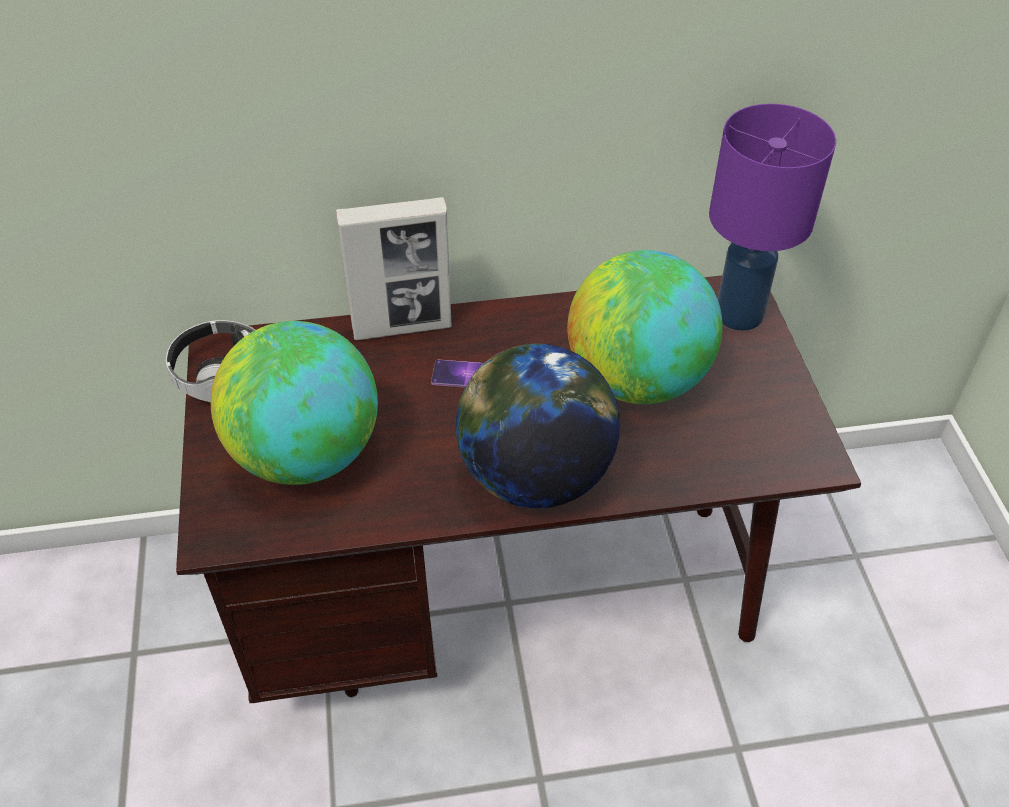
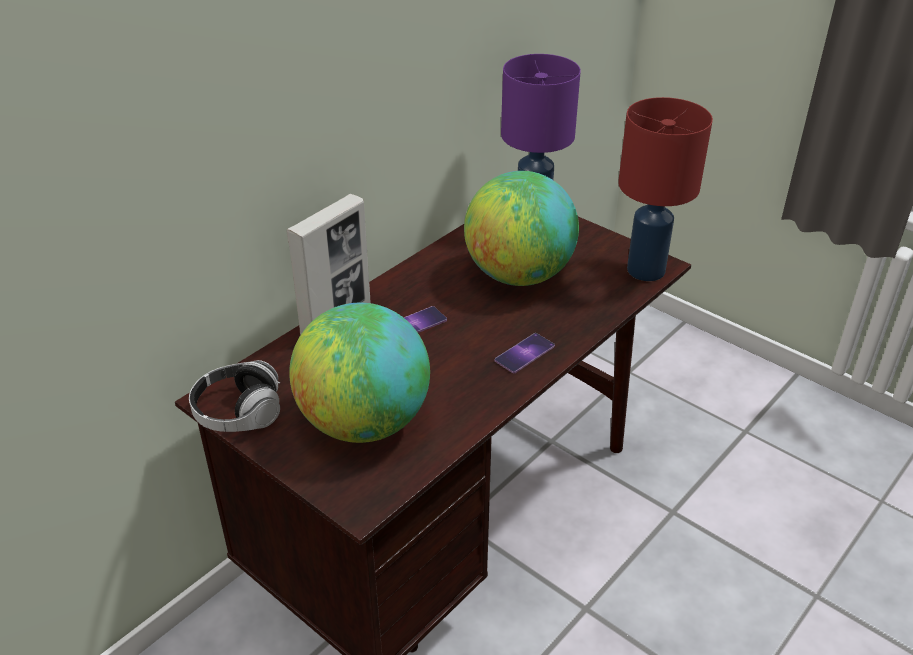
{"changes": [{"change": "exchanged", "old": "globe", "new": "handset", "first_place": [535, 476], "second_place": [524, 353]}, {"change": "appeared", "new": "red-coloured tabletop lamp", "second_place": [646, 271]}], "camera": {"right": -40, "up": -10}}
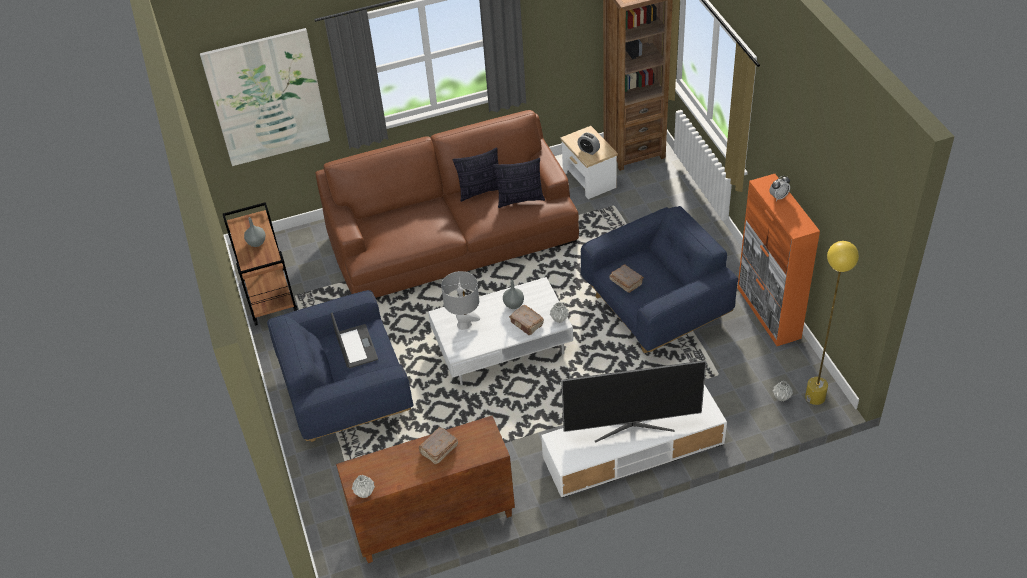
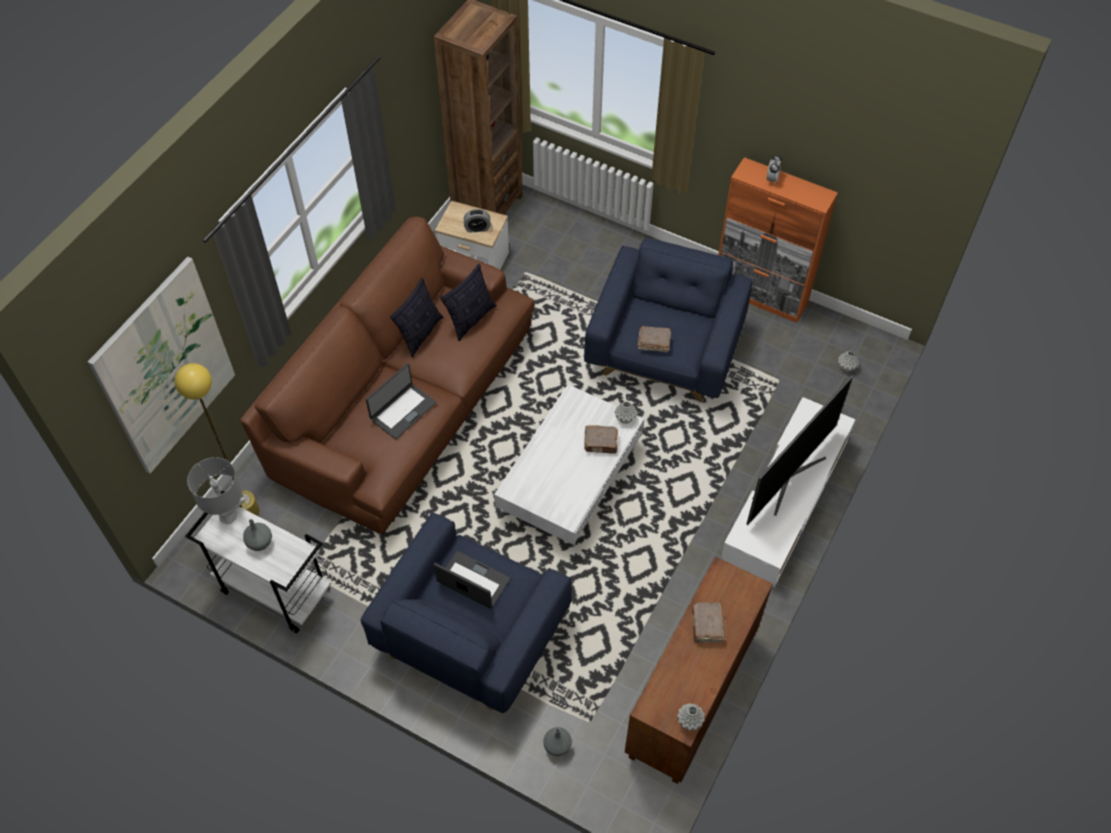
{"changes": [{"change": "colour", "old": "brown-coloured cart", "new": "whitish cart", "first_place": [269, 296], "second_place": [274, 590]}, {"change": "relocated", "old": "greyish tabletop lamp", "first_place": [464, 324], "second_place": [228, 516]}, {"change": "relocated", "old": "greyish decorative vase", "first_place": [514, 304], "second_place": [558, 746]}, {"change": "relocated", "old": "yellow floor lamp", "first_place": [815, 397], "second_place": [248, 511]}, {"change": "appeared", "new": "notebook computer", "second_place": [402, 411]}], "camera": {"right": -45, "up": 10}}
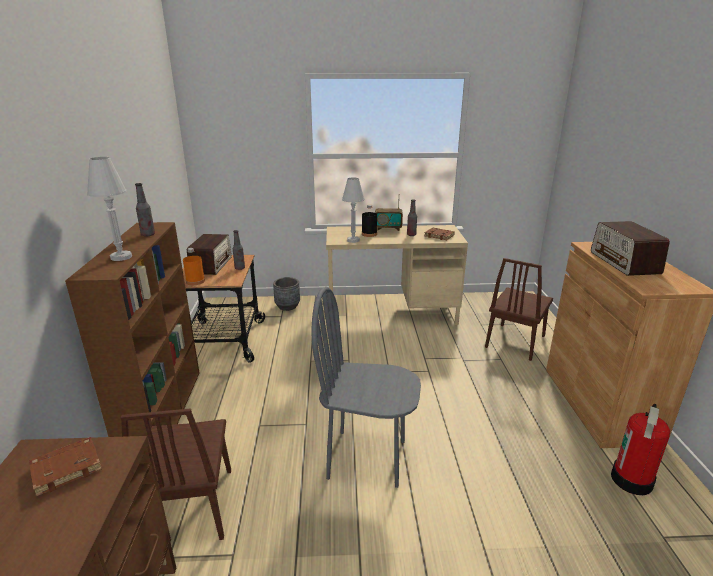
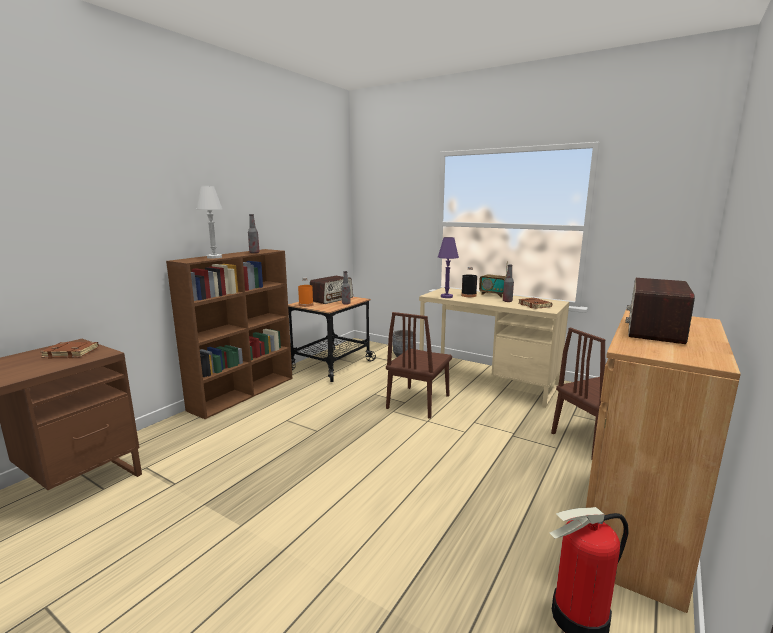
{"changes": [{"change": "relocated", "old": "brown-coloured upright chair", "first_place": [191, 506], "second_place": [418, 401]}, {"change": "missing", "old": "greyish upright chair", "first_place": [367, 458]}, {"change": "colour", "old": "whitish tabletop lamp", "new": "purplish tabletop lamp", "first_place": [353, 240], "second_place": [446, 297]}], "camera": {"right": 35, "up": -10}}
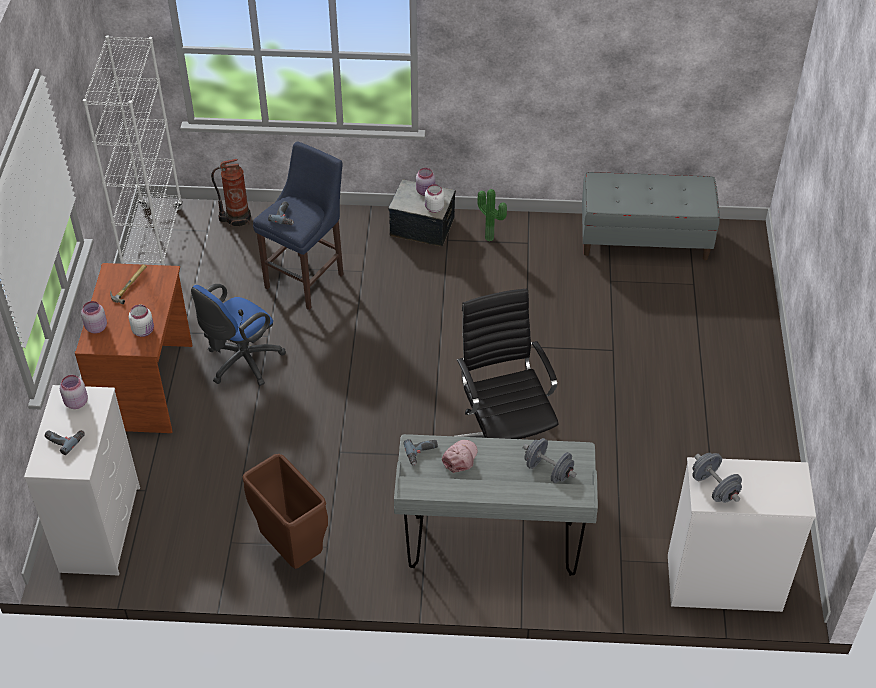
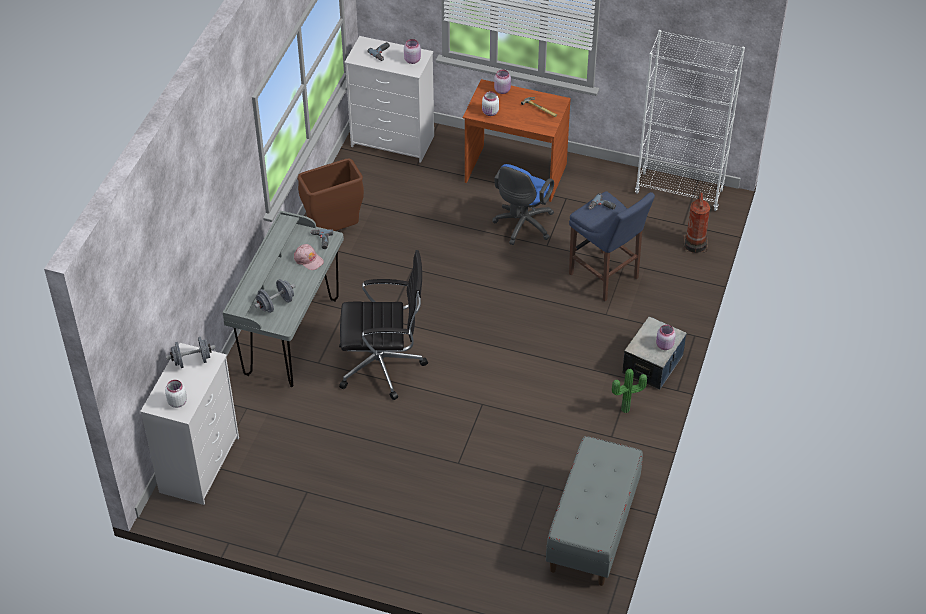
{"changes": [{"change": "spun", "old": "blue office chair", "first_place": [241, 363], "second_place": [522, 226], "degrees": -120}, {"change": "relocated", "old": "whitish storage jar", "first_place": [434, 208], "second_place": [177, 401]}], "camera": {"right": 105, "up": 0}}
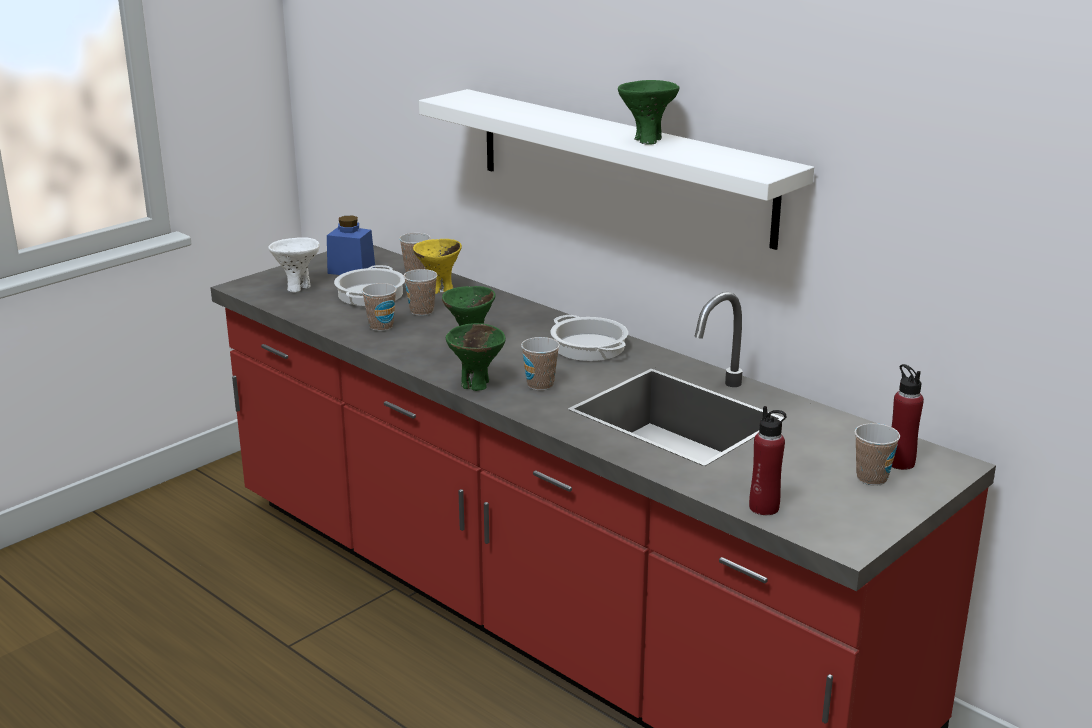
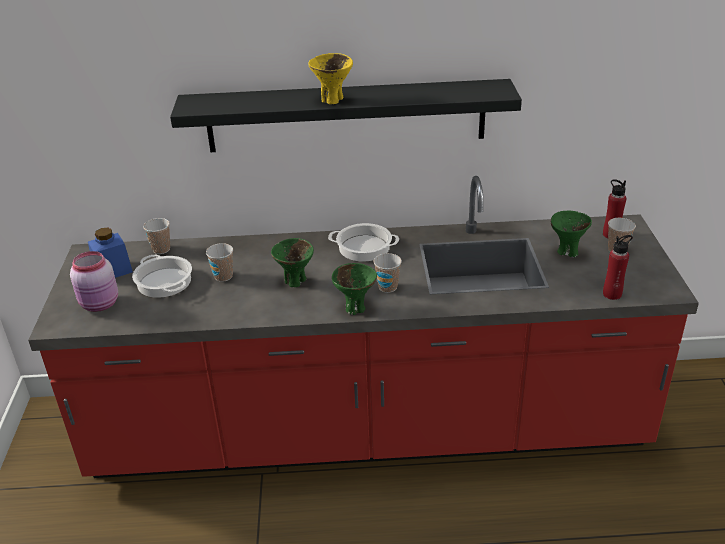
{"changes": [{"change": "exchanged", "old": "whitish serving bowl", "new": "pink-coloured storage jar", "first_place": [297, 287], "second_place": [100, 304]}, {"change": "missing", "old": "cup", "first_place": [381, 326]}, {"change": "relocated", "old": "yellow serving bowl", "first_place": [439, 289], "second_place": [332, 100]}, {"change": "colour", "old": "whitish shelf", "new": "blackish shelf", "first_place": [621, 165], "second_place": [346, 116]}, {"change": "relocated", "old": "green serving bowl", "first_place": [647, 140], "second_place": [567, 252]}], "camera": {"right": -45, "up": 10}}
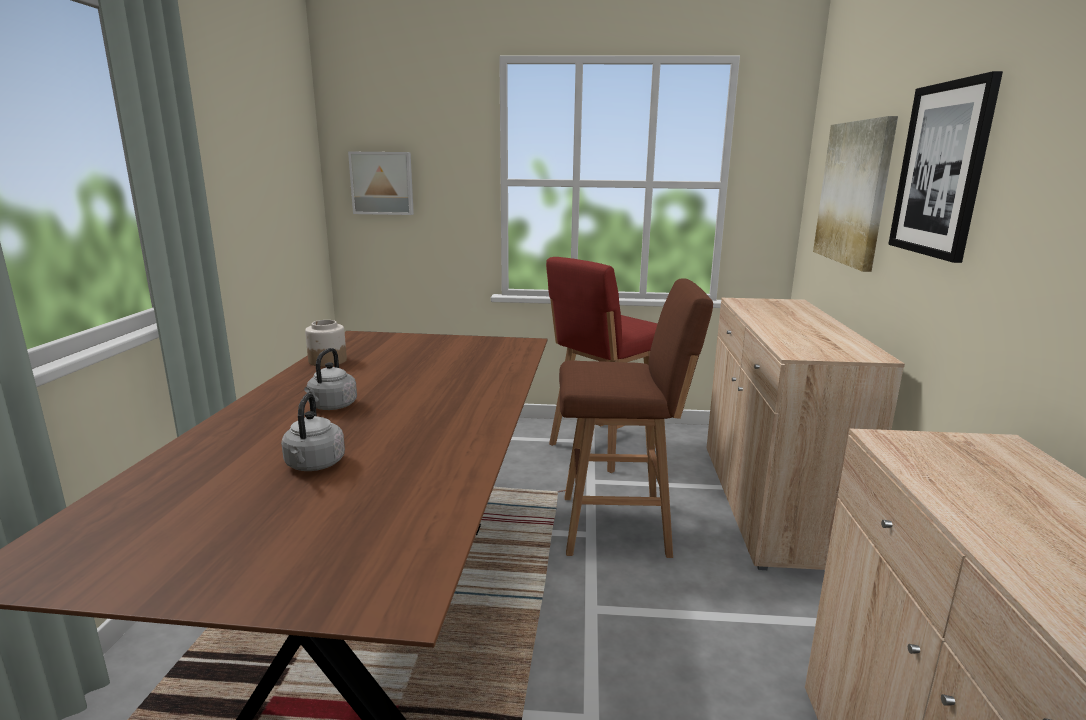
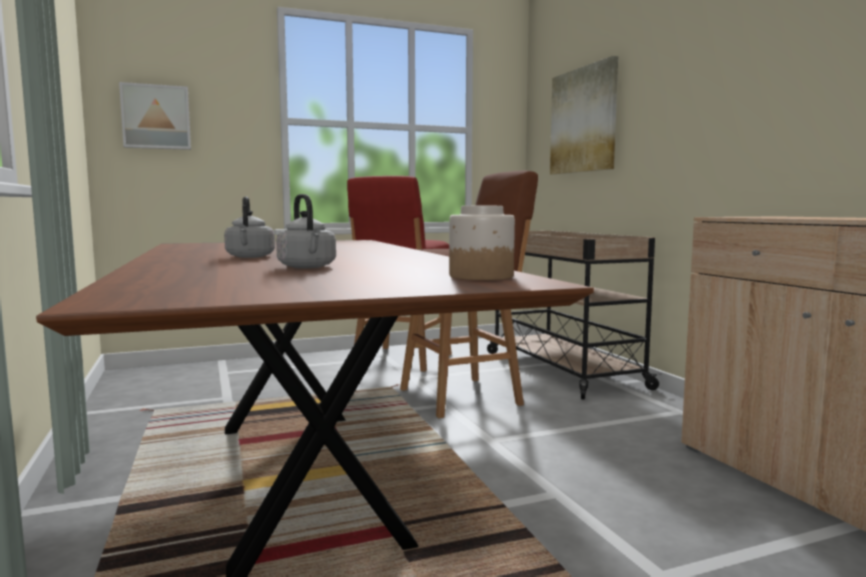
{"changes": [{"change": "relocated", "old": "storage jar", "first_place": [327, 361], "second_place": [480, 276]}, {"change": "exchanged", "old": "sand-coloured cupboard", "new": "sand-coloured cart", "first_place": [770, 503], "second_place": [561, 369]}, {"change": "missing", "old": "wall art", "first_place": [941, 170]}], "camera": {"right": -25, "up": -10}}
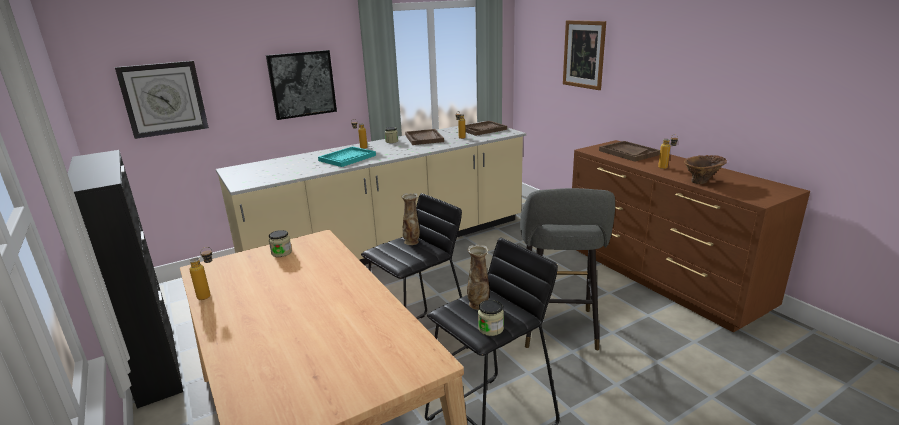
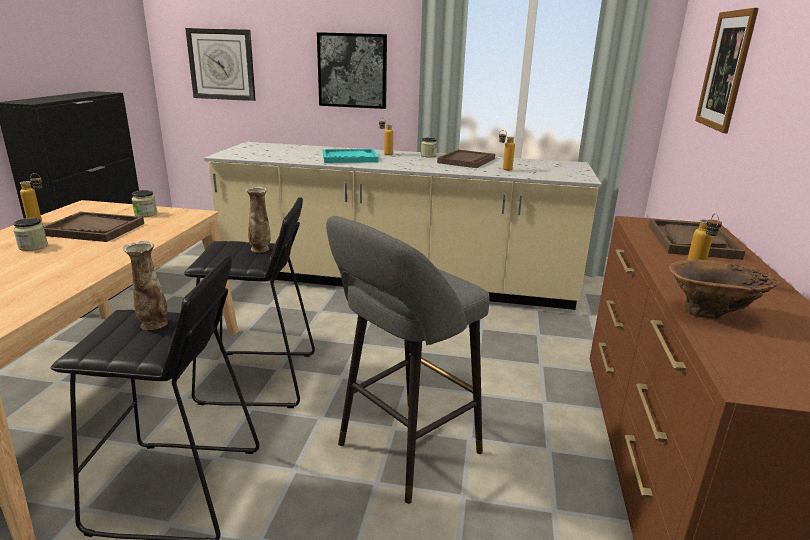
{"changes": [{"change": "relocated", "old": "brown-coloured tray", "first_place": [482, 129], "second_place": [94, 229]}, {"change": "relocated", "old": "storage jar", "first_place": [490, 328], "second_place": [33, 246]}], "camera": {"right": 40, "up": 0}}
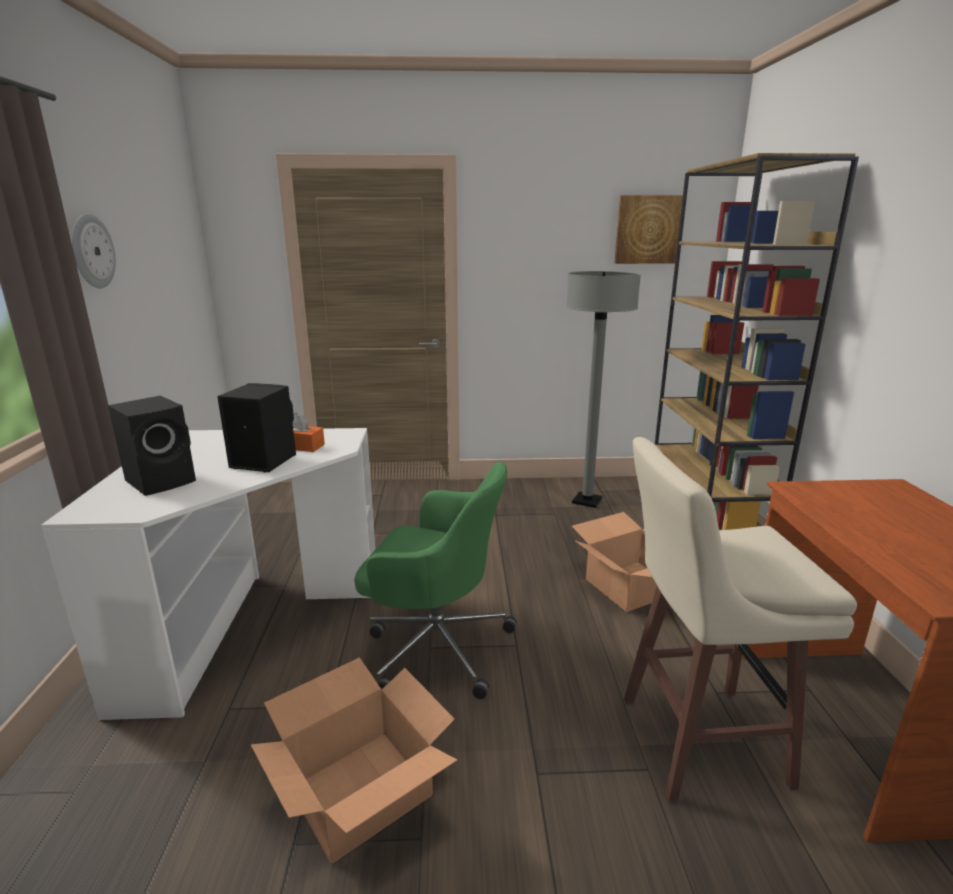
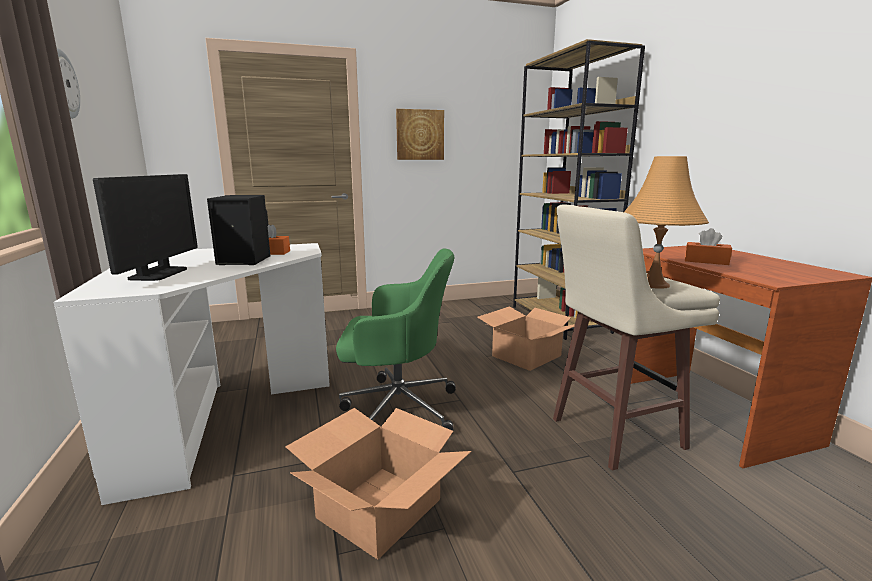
{"changes": [{"change": "exchanged", "old": "blackish loudspeaker", "new": "monitor", "first_place": [163, 481], "second_place": [158, 274]}, {"change": "missing", "old": "greyish floor lamp", "first_place": [587, 501]}, {"change": "relocated", "old": "wall art", "first_place": [648, 230], "second_place": [420, 135]}, {"change": "appeared", "new": "orange-coloured tabletop lamp", "second_place": [653, 284]}, {"change": "appeared", "new": "orange-coloured tissue box", "second_place": [706, 261]}], "camera": {"right": -15, "up": -5}}
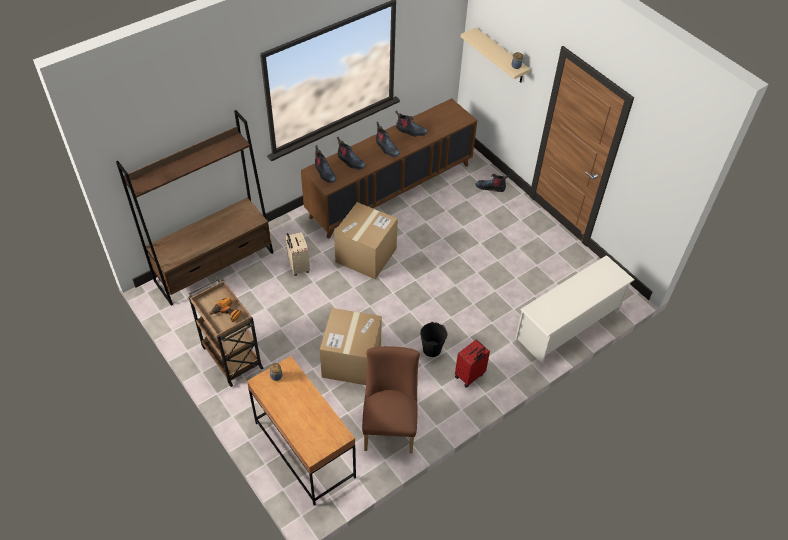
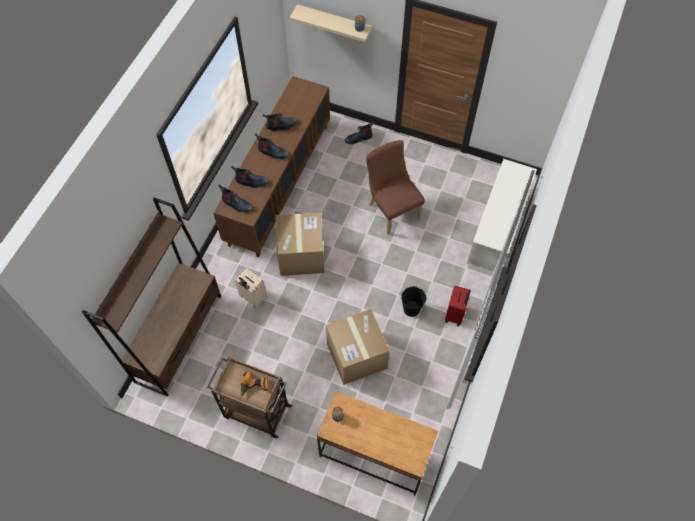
{"changes": [{"change": "relocated", "old": "brown-coloured upright chair", "first_place": [390, 424], "second_place": [392, 209]}], "camera": {"right": -30, "up": 10}}
